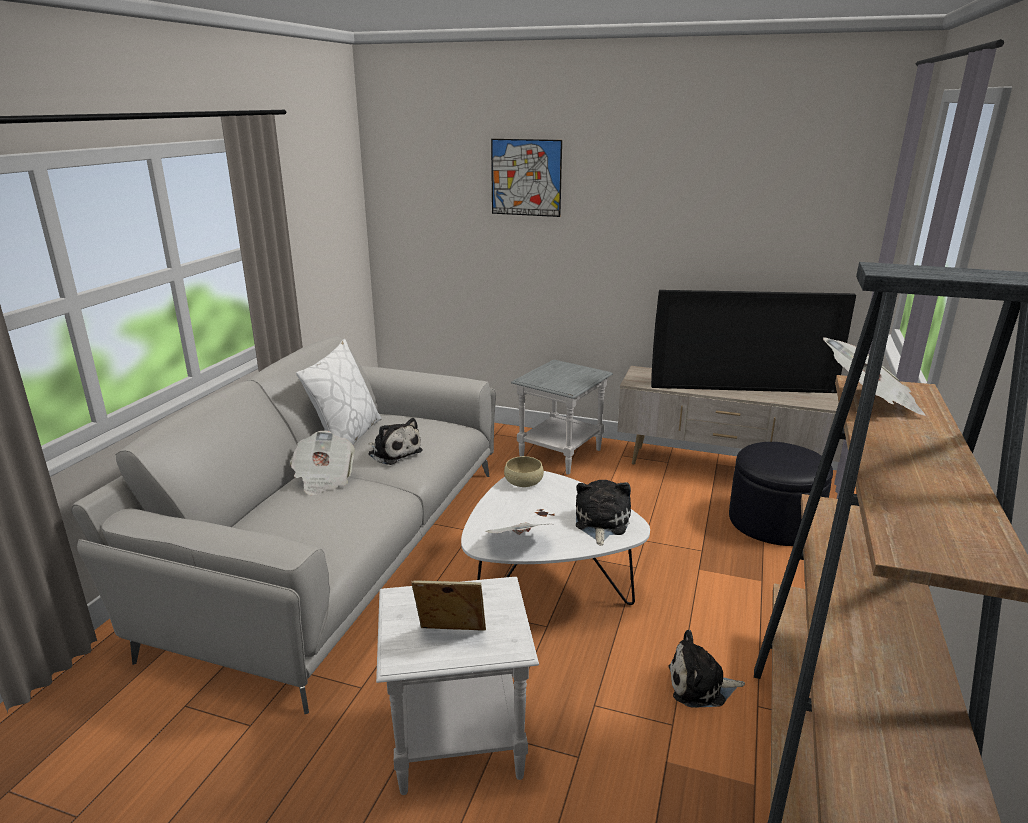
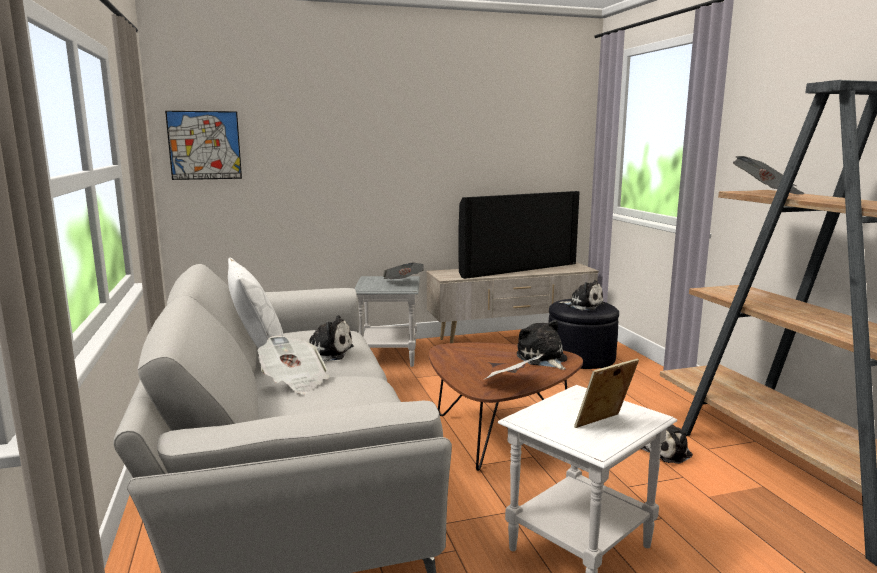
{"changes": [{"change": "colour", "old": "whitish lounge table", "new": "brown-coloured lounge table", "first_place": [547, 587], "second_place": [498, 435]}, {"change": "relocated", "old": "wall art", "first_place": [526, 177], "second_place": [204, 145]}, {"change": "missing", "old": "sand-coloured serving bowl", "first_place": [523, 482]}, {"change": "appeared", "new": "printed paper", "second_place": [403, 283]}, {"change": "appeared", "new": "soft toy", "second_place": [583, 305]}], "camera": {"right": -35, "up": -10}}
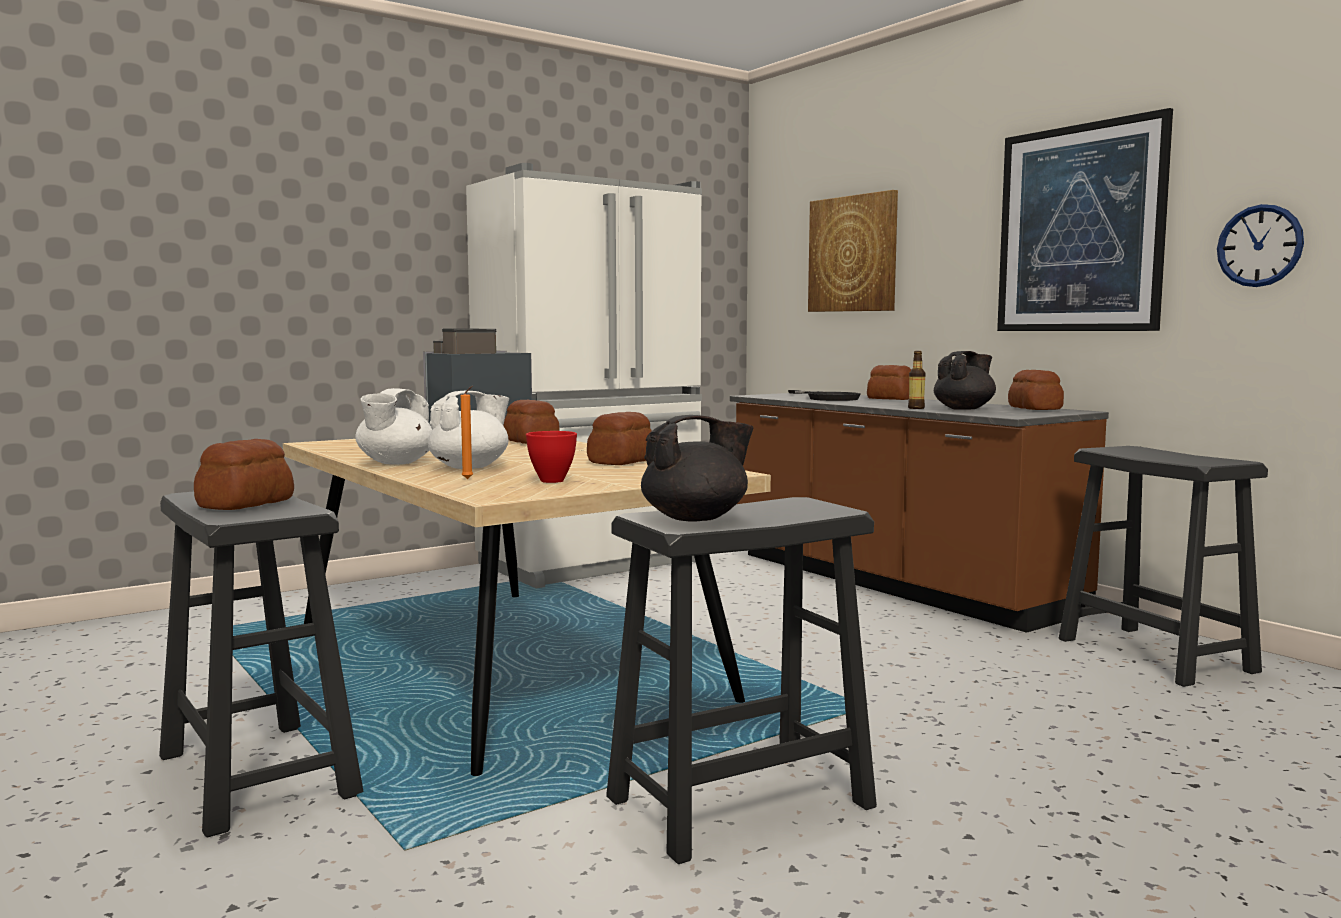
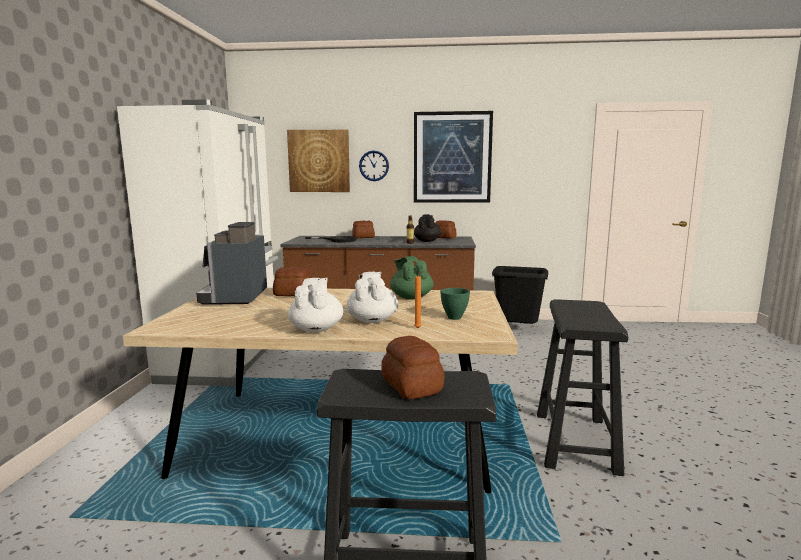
{"changes": [{"change": "spun", "old": "whitish teapot", "first_place": [395, 463], "second_place": [316, 329], "degrees": -150}, {"change": "colour", "old": "red-coloured serving bowl", "new": "green serving bowl", "first_place": [551, 481], "second_place": [455, 318]}, {"change": "exchanged", "old": "bread", "new": "green teapot", "first_place": [623, 462], "second_place": [411, 297]}, {"change": "missing", "old": "blackish teapot", "first_place": [696, 518]}, {"change": "exchanged", "old": "blackish stool seat", "new": "blackish rubbish bin", "first_place": [1155, 655], "second_place": [517, 330]}, {"change": "relocated", "old": "clock on the wall", "first_place": [1259, 246], "second_place": [374, 166]}], "camera": {"right": -50, "up": 5}}
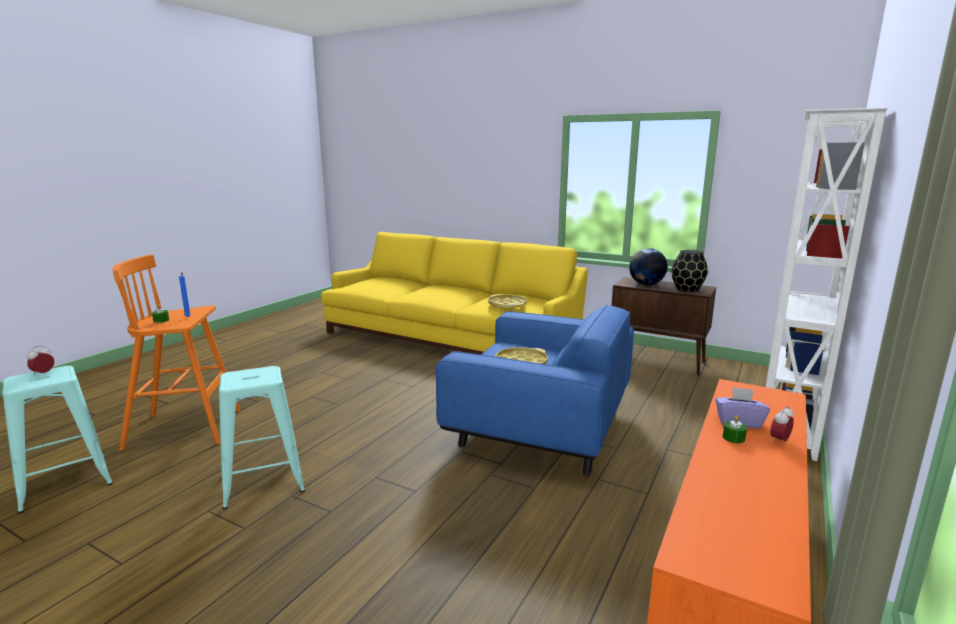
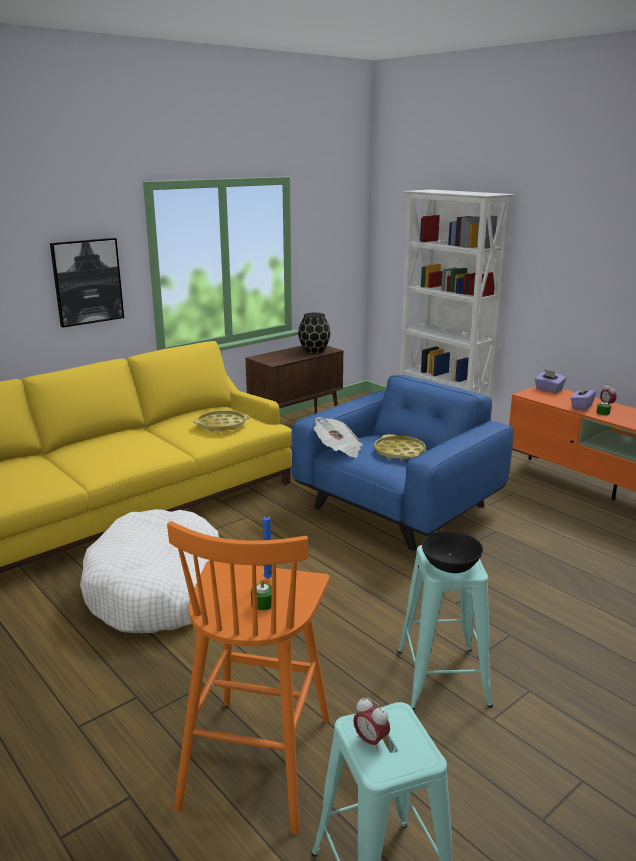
{"changes": [{"change": "missing", "old": "globe", "first_place": [646, 284]}, {"change": "appeared", "new": "wall art", "second_place": [87, 281]}, {"change": "appeared", "new": "whitish pet bed", "second_place": [158, 589]}, {"change": "appeared", "new": "printed paper", "second_place": [338, 449]}, {"change": "appeared", "new": "blackish serving bowl", "second_place": [451, 566]}, {"change": "appeared", "new": "purplish tissue box", "second_place": [548, 389]}], "camera": {"right": -70, "up": 5}}
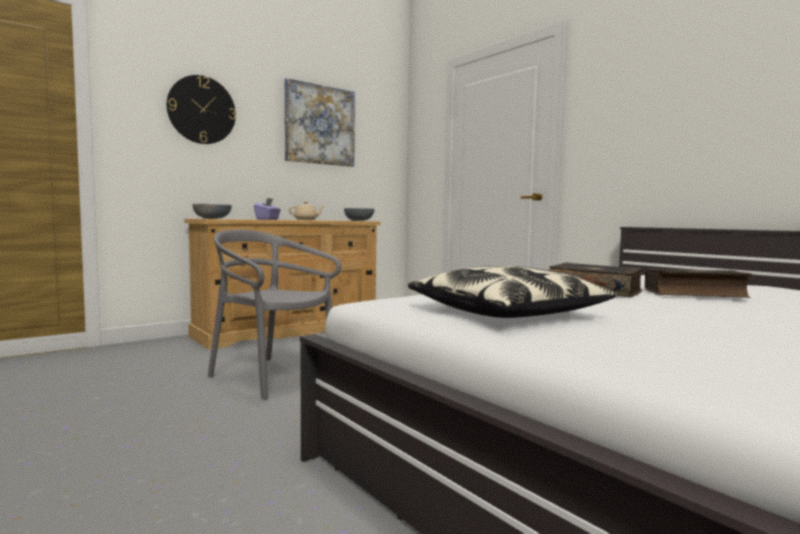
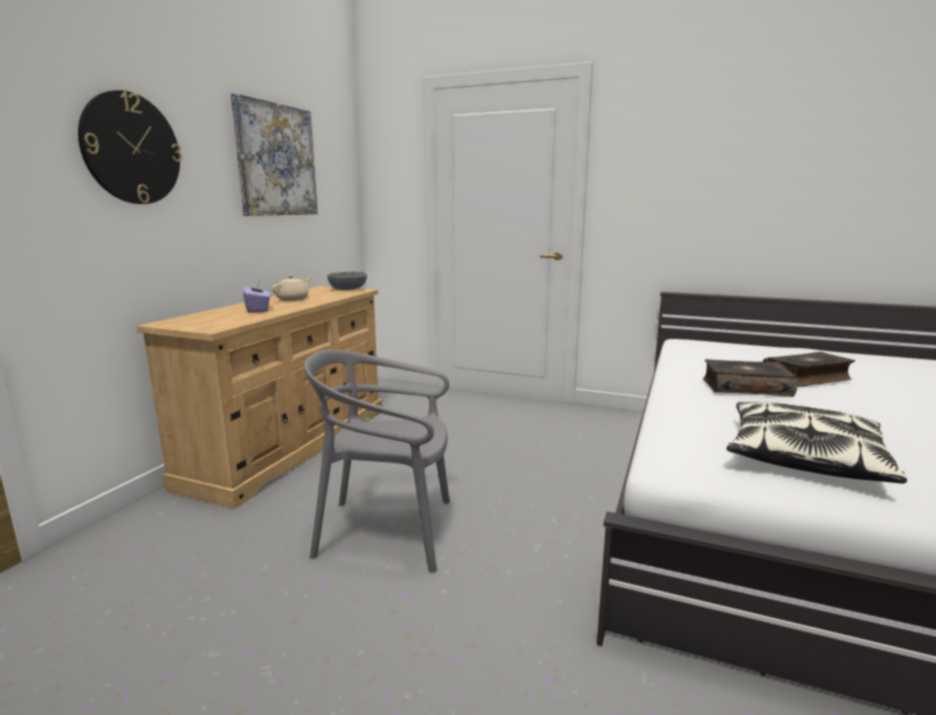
{"changes": [{"change": "missing", "old": "greyish serving bowl", "first_place": [212, 218]}], "camera": {"right": -30, "up": 10}}
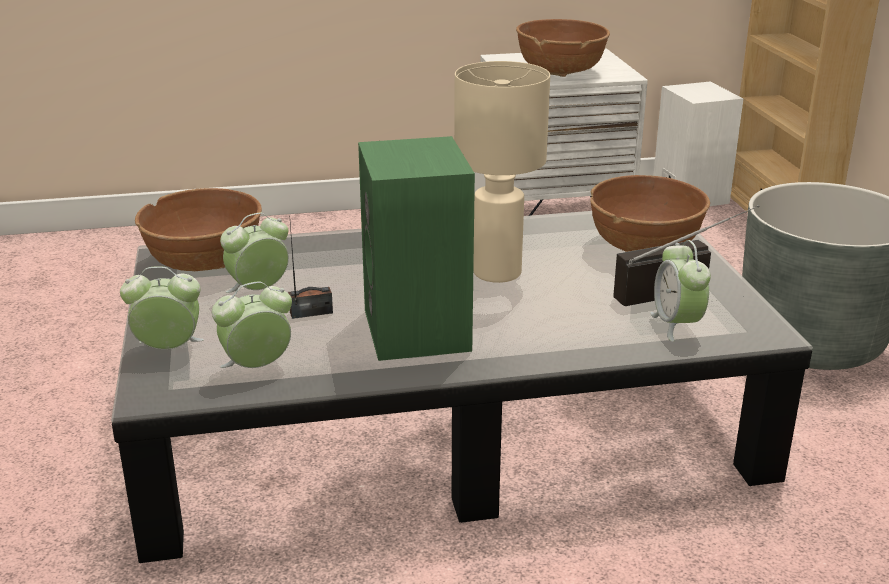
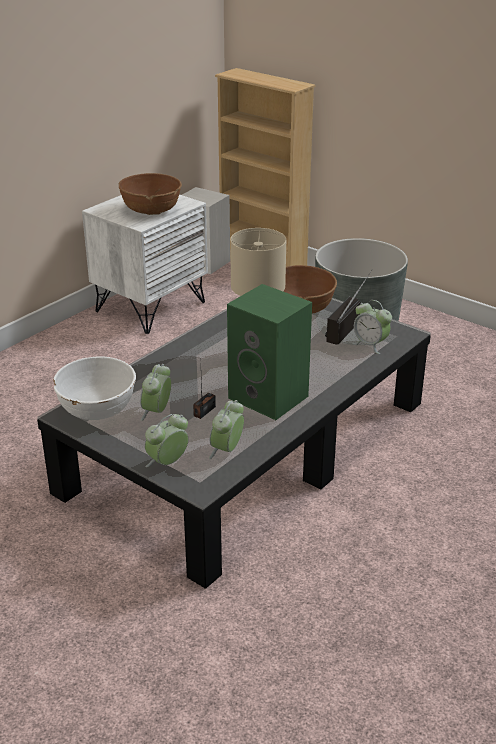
{"changes": [{"change": "colour", "old": "brown-coloured serving bowl", "new": "whitish serving bowl", "first_place": [204, 262], "second_place": [97, 409]}], "camera": {"right": -40, "up": 5}}
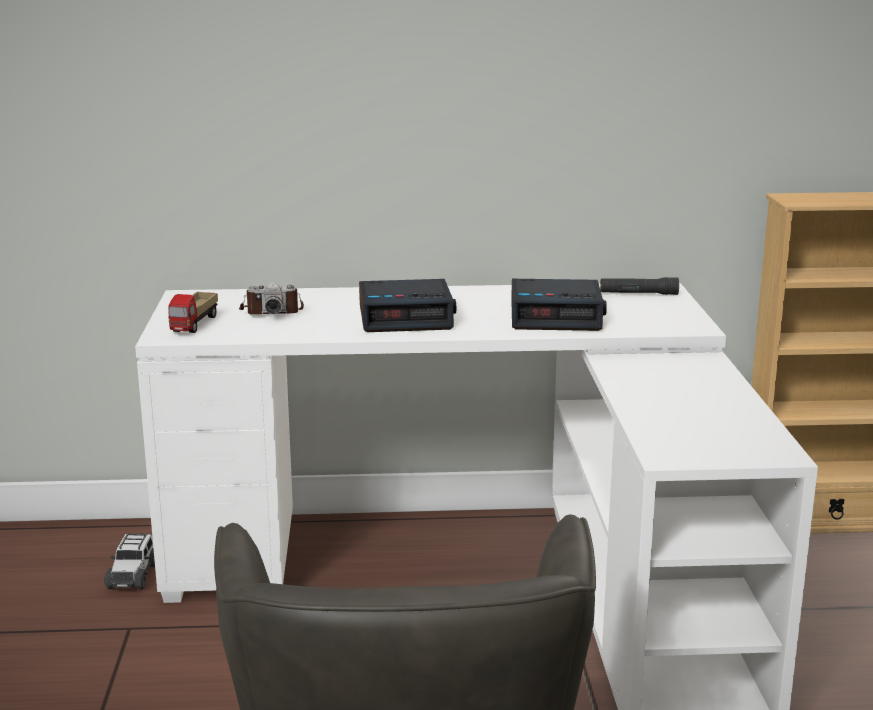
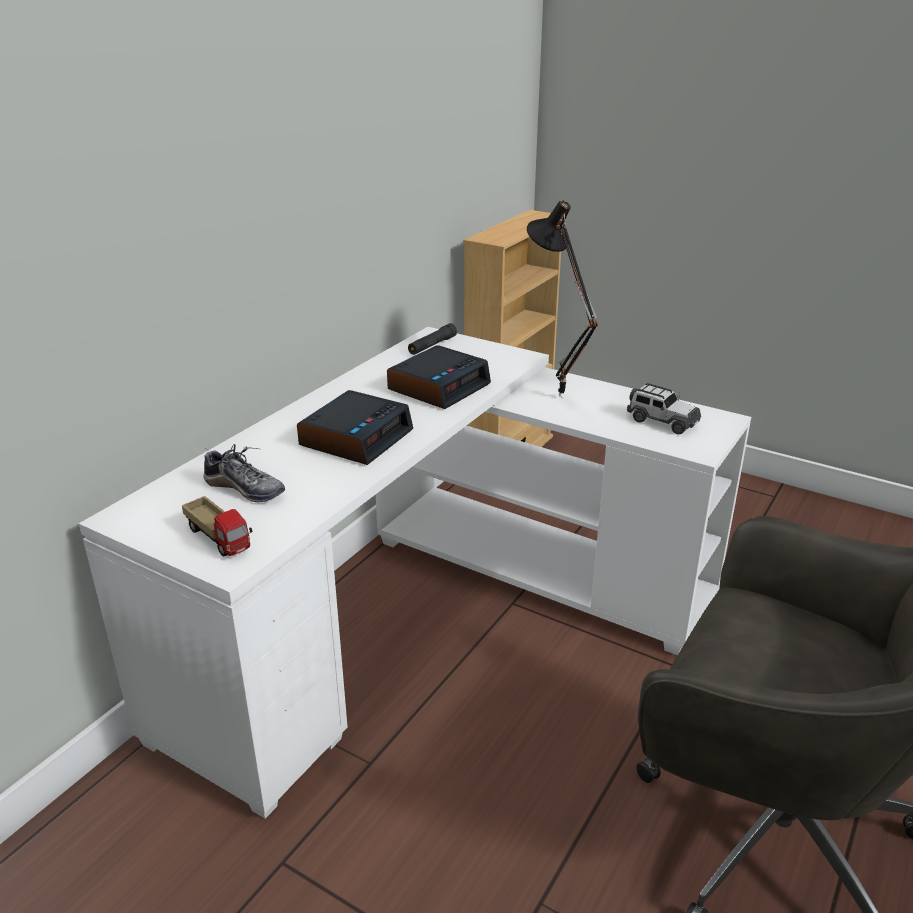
{"changes": [{"change": "relocated", "old": "model car", "first_place": [133, 575], "second_place": [662, 421]}, {"change": "exchanged", "old": "photo camera", "new": "shoe", "first_place": [271, 311], "second_place": [245, 489]}, {"change": "appeared", "new": "blackish tabletop lamp", "second_place": [557, 397]}], "camera": {"right": -55, "up": 10}}
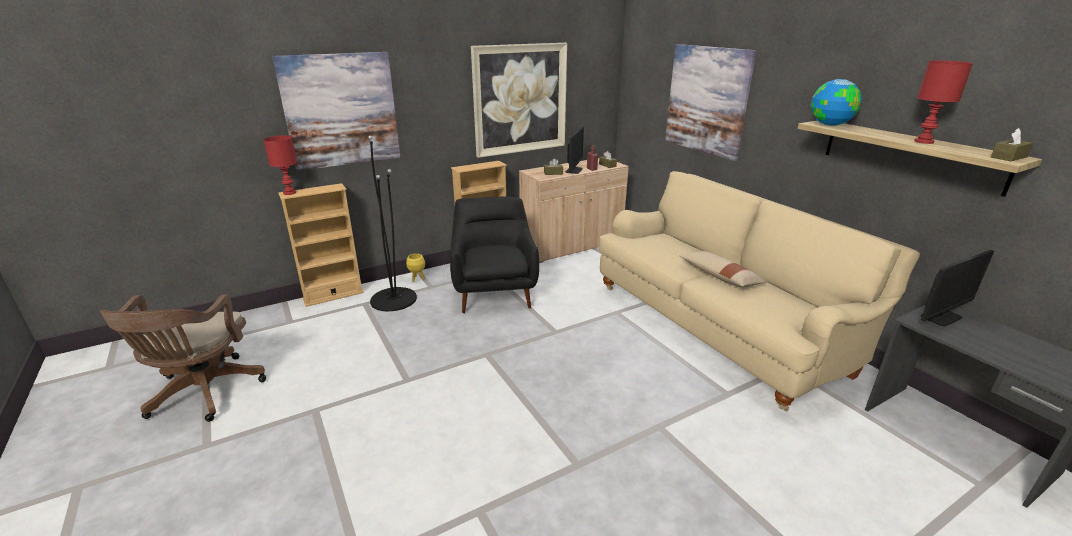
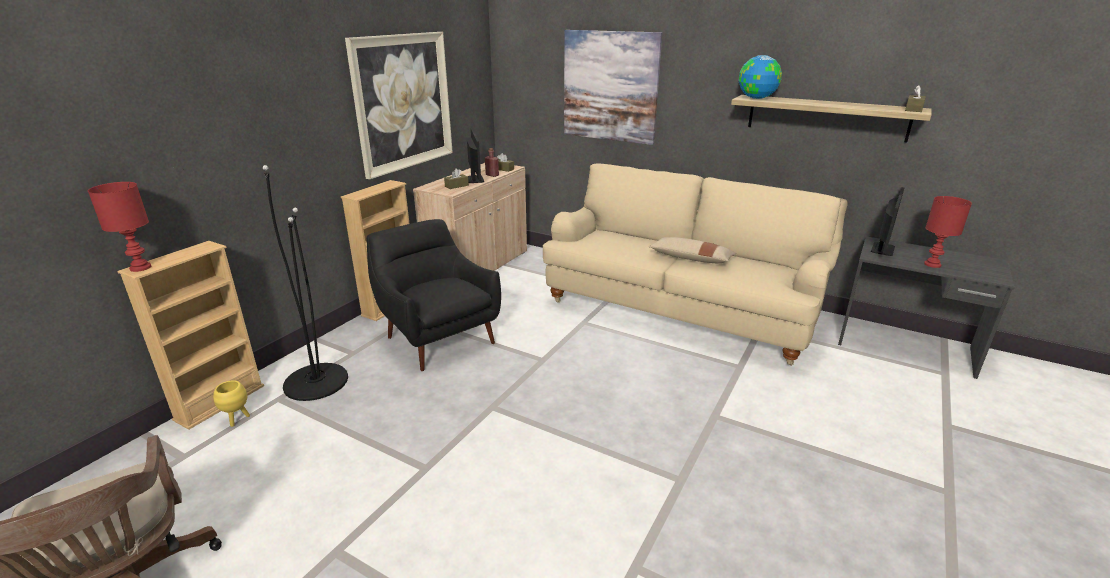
{"changes": [{"change": "missing", "old": "wall art", "first_place": [341, 110]}, {"change": "relocated", "old": "yellow plant pot", "first_place": [417, 279], "second_place": [237, 419]}, {"change": "relocated", "old": "red-coloured tabletop lamp", "first_place": [923, 142], "second_place": [932, 265]}], "camera": {"right": -30, "up": 0}}
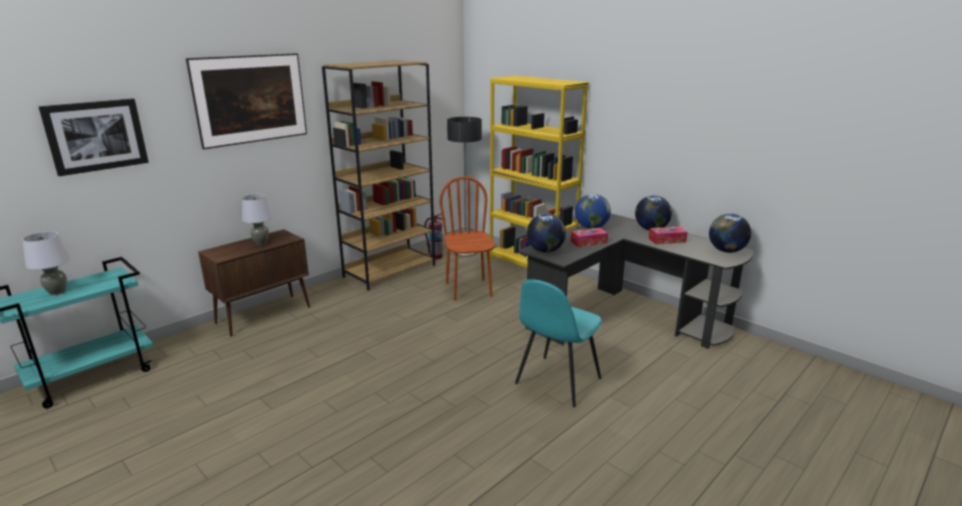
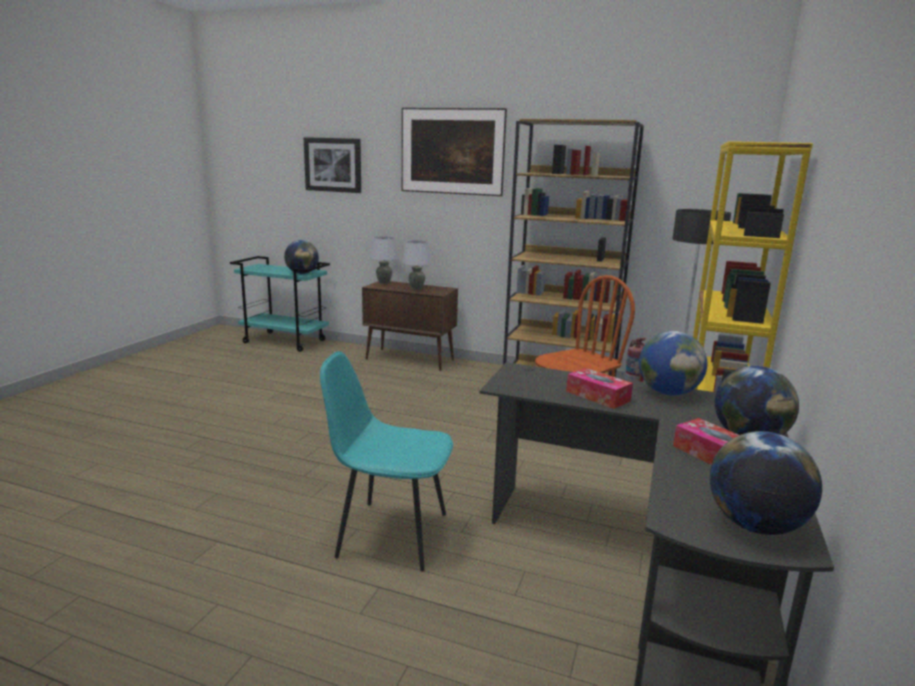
{"changes": [{"change": "relocated", "old": "greyish tabletop lamp", "first_place": [57, 292], "second_place": [384, 283]}, {"change": "relocated", "old": "globe", "first_place": [545, 251], "second_place": [302, 273]}], "camera": {"right": 65, "up": -5}}
